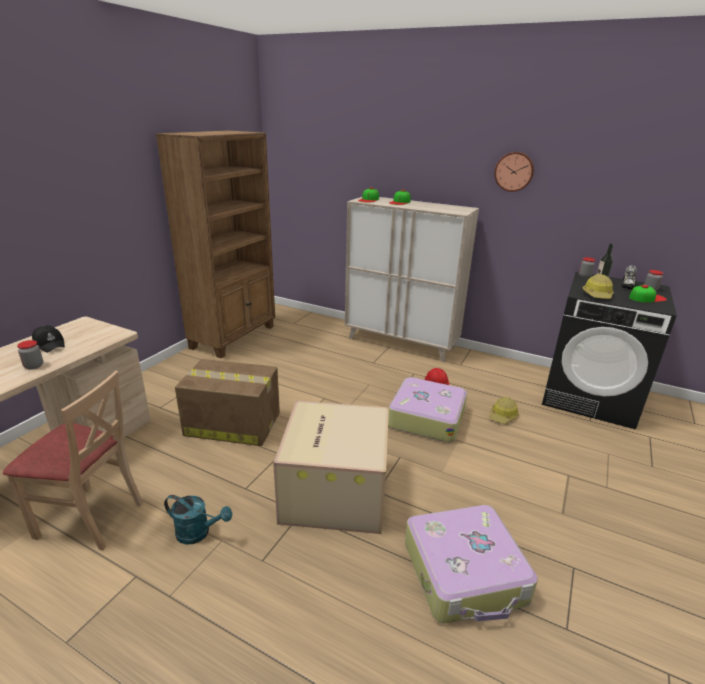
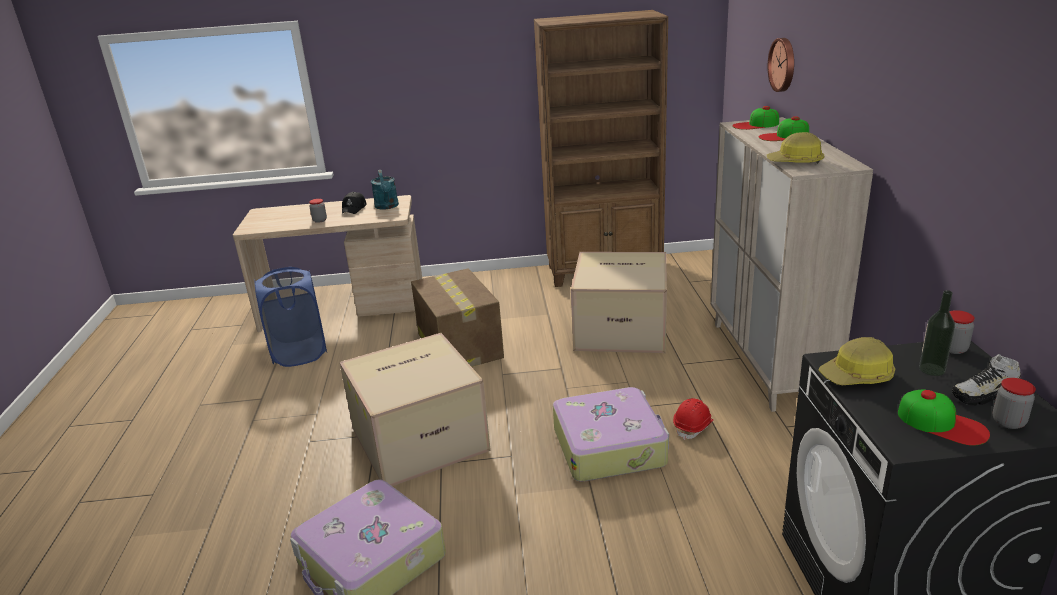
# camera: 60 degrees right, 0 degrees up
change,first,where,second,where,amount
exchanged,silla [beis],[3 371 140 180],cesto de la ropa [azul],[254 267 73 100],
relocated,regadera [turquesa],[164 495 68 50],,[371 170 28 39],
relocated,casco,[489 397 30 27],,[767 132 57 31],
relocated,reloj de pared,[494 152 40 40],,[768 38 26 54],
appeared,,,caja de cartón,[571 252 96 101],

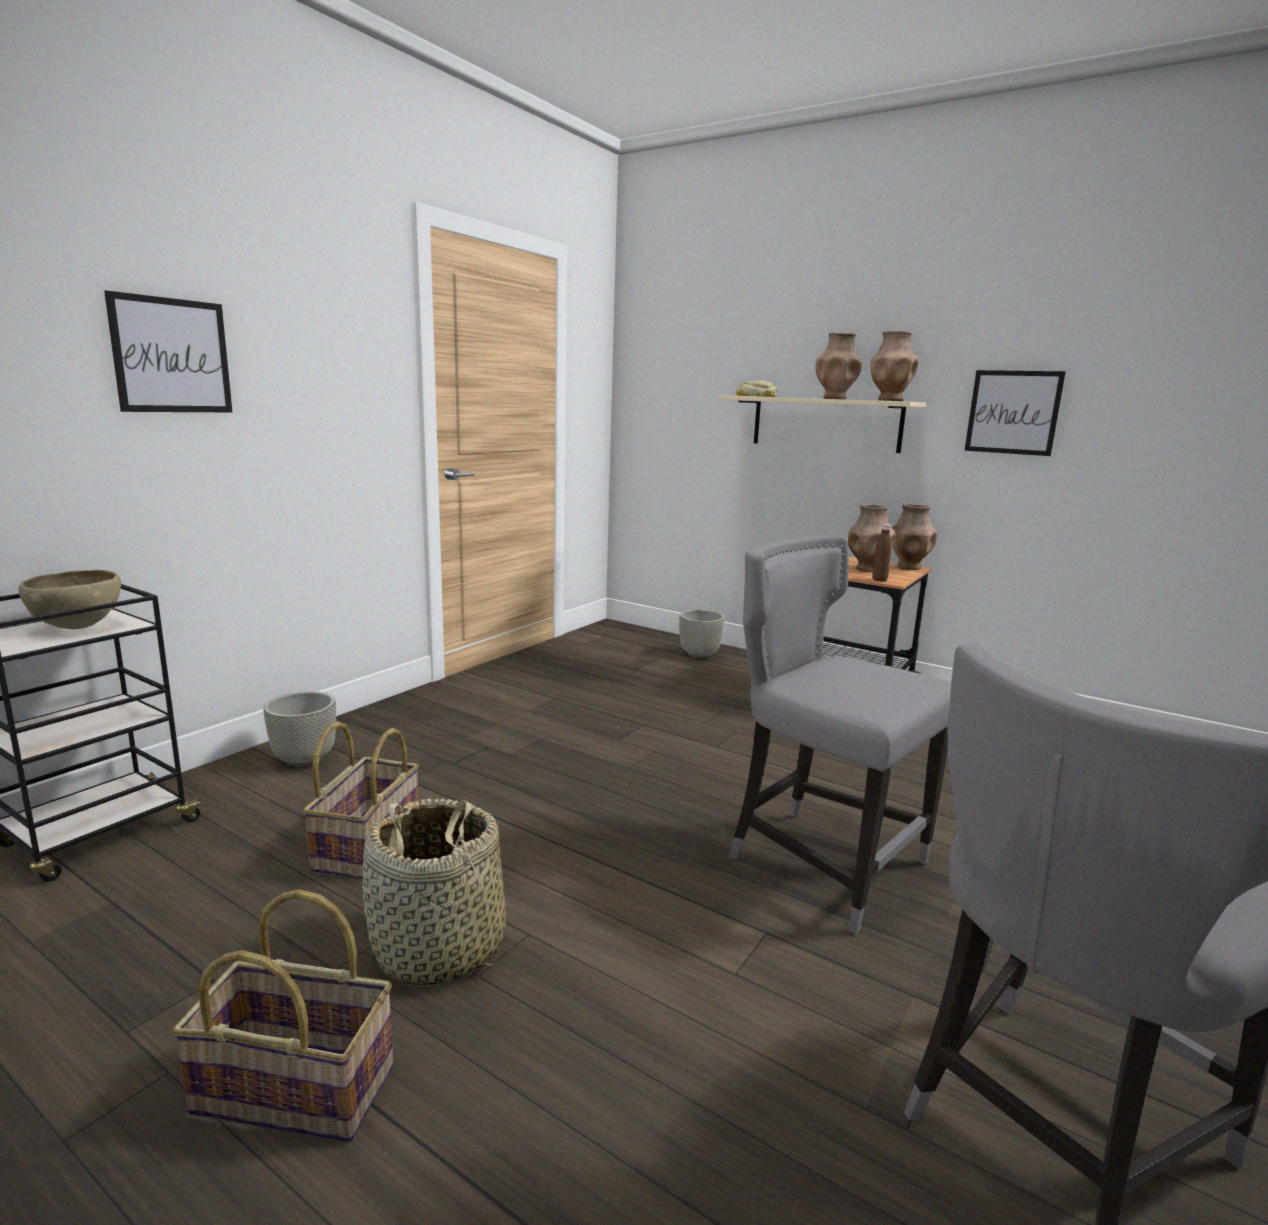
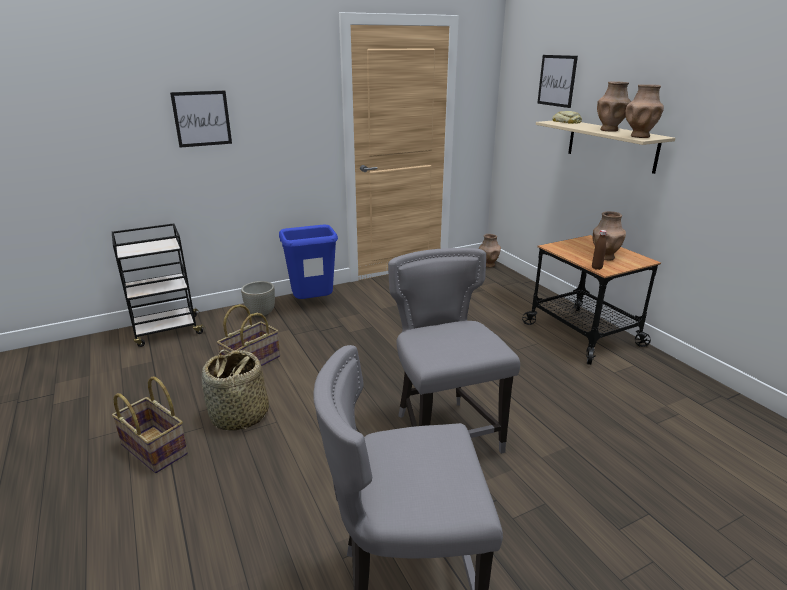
# camera: 30 degrees right, 10 degrees up
change,first,where,second,where,amount
missing,cuenco [marrón],[18 570 103 59],,,
missing,maceta [gris],[679 610 46 49],,,
relocated,florero [marrón],[892 504 45 66],,[479 234 22 33],
relocated,cuadro,[965 370 101 86],,[537 55 41 53],
appeared,,,papelera [azul],[279 225 59 74],

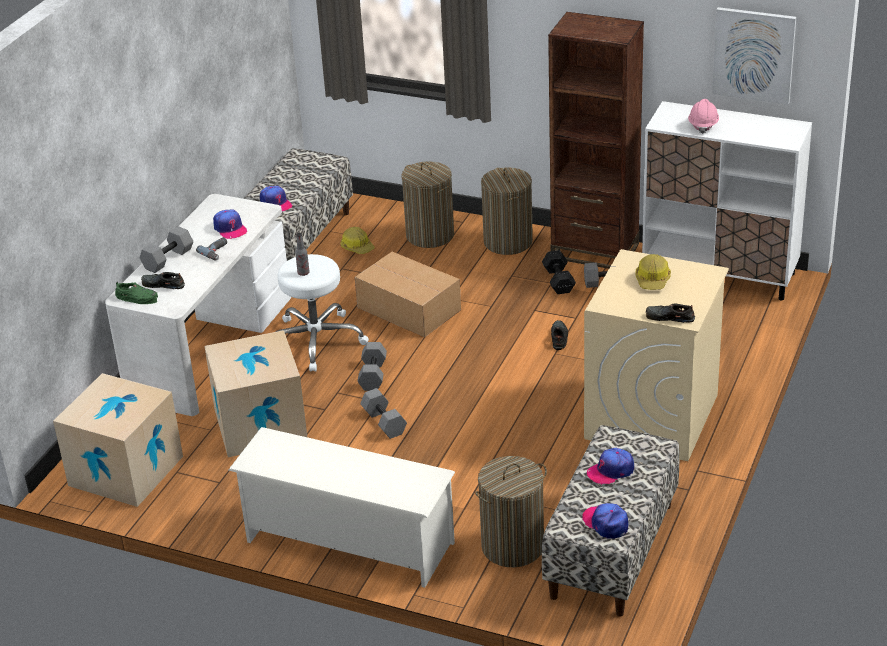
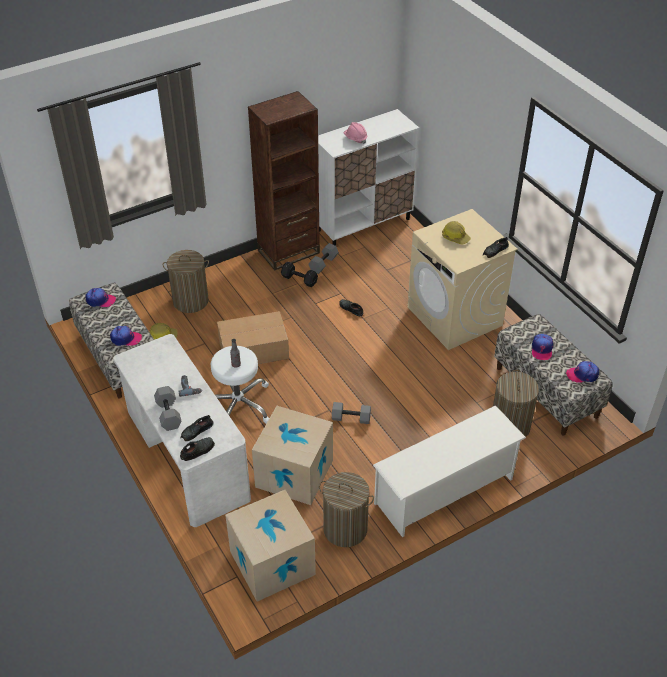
# camera: 55 degrees left, 10 degrees up
change,first,where,second,where,amount
colour,zapato [verde],[115 282 43 22],zapato [negro],[180 437 35 24],
relocated,gorra,[213 209 34 30],,[85 288 31 19],
missing,mancuerna [gris],[358 342 29 49],,,
relocated,cesto de la ropa,[481 168 52 87],,[319 472 55 75],
missing,cuadro,[712 7 84 98],,,

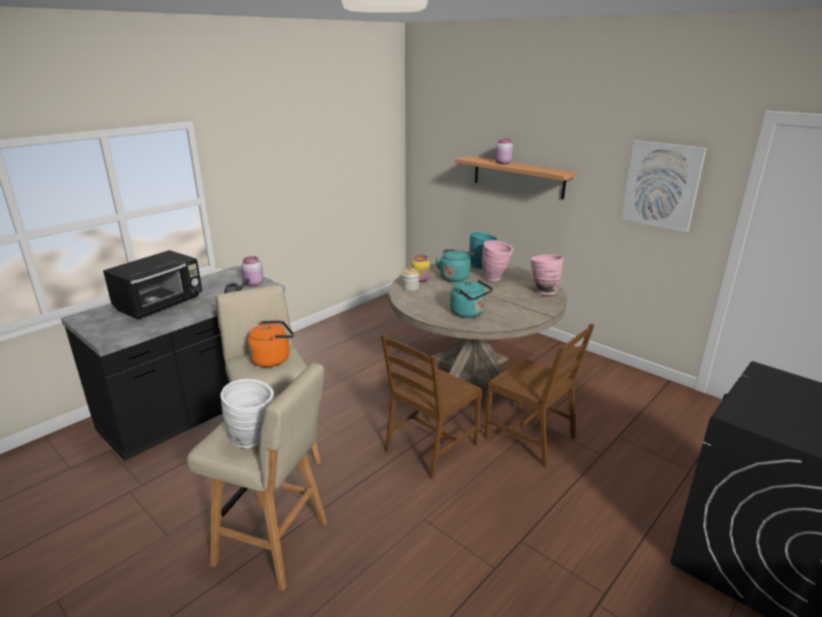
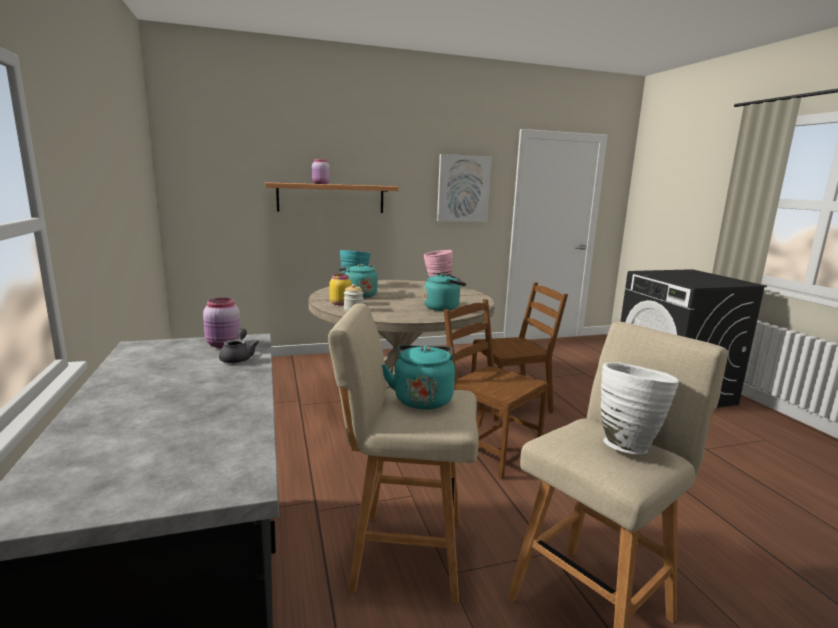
# camera: 60 degrees left, 10 degrees down
change,first,where,second,where,amount
missing,microondas [negro],[103 250 99 70],,,
colour,hervidor [naranja],[247 320 47 47],hervidor [turquesa],[382 345 73 65],
spun,silla [marrón],[381 334 101 145],,[444 299 104 180],150 degrees clockwise
missing,florero [rosa],[482 240 31 41],,,

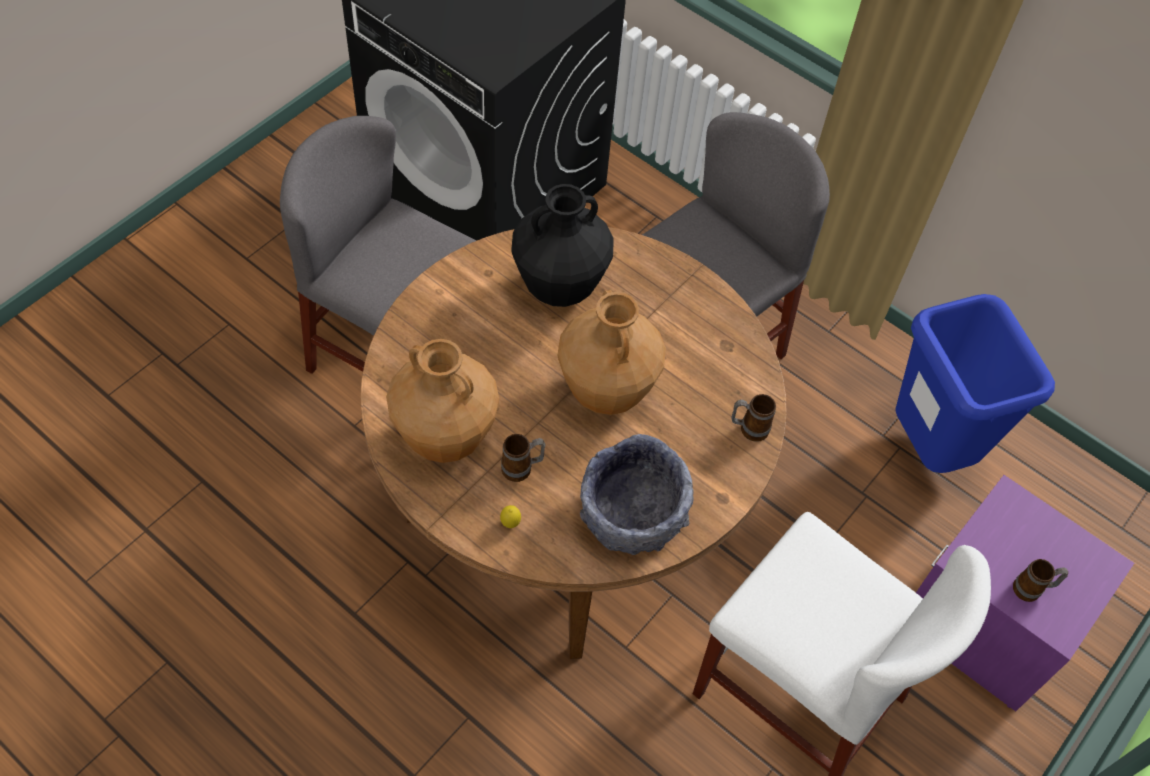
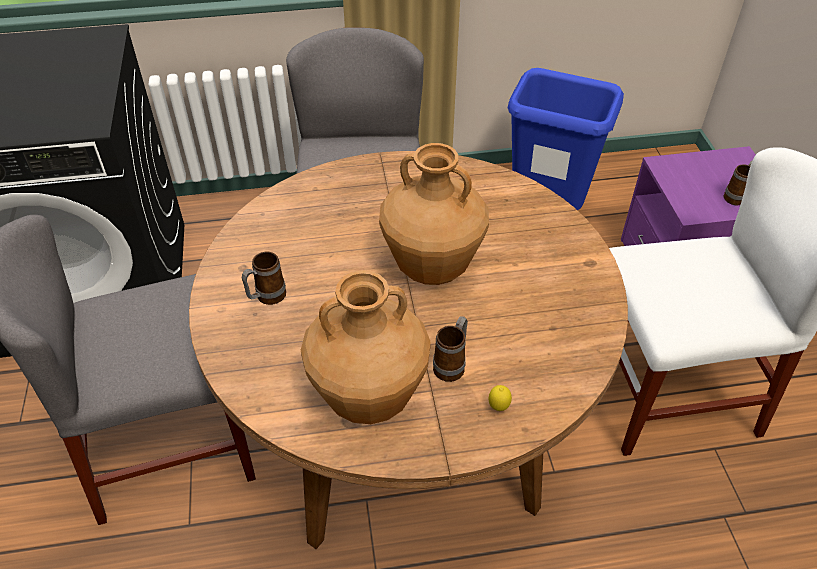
# camera: 45 degrees left, 10 degrees down
change,first,where,second,where,amount
missing,florero [negro],[512 184 102 123],,,
missing,cuenco [gris],[580 434 114 121],,,
relocated,taza grande,[731 394 45 48],,[242 252 44 53],

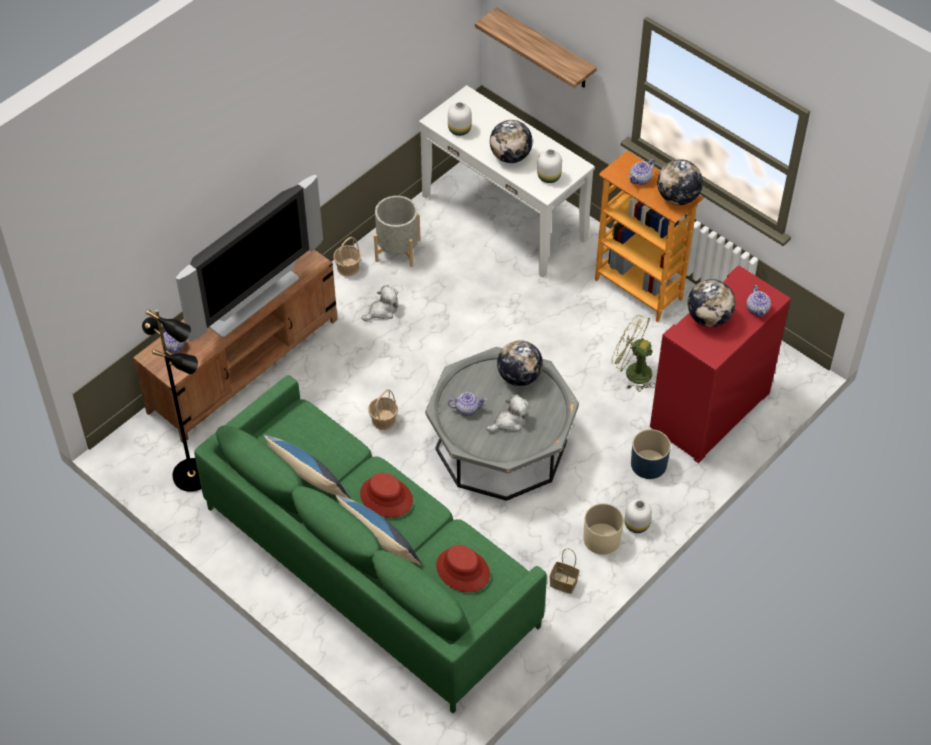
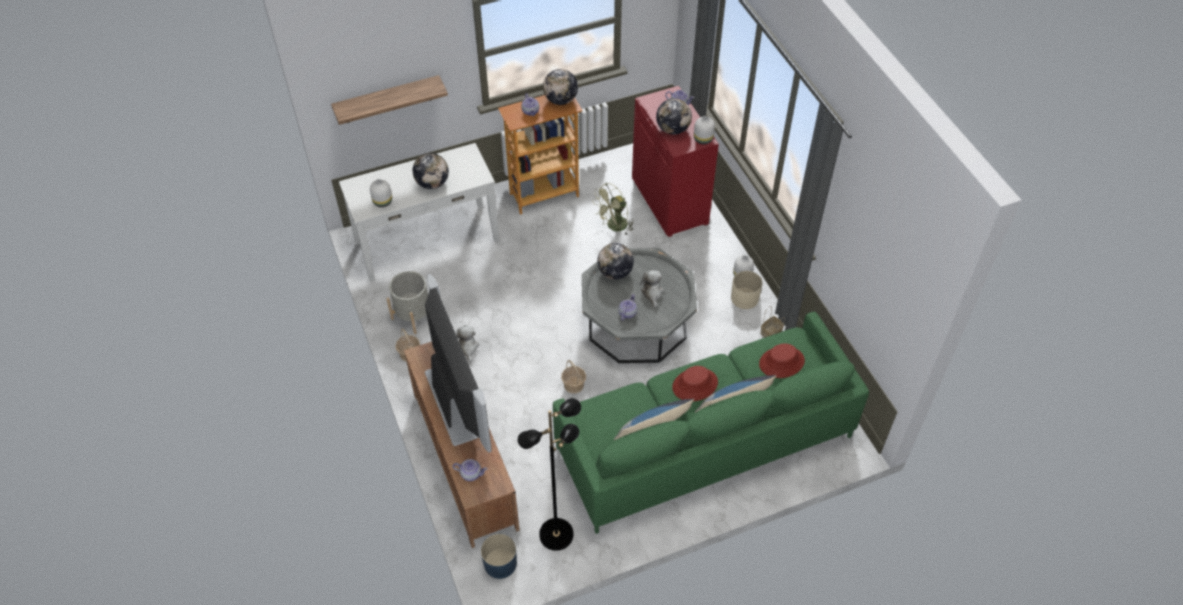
# camera: 65 degrees left, 0 degrees up
change,first,where,second,where,amount
relocated,florero [blanco],[537 149 25 34],,[694 116 21 28],
relocated,maceta [azul],[631 429 40 50],,[481 534 36 45],

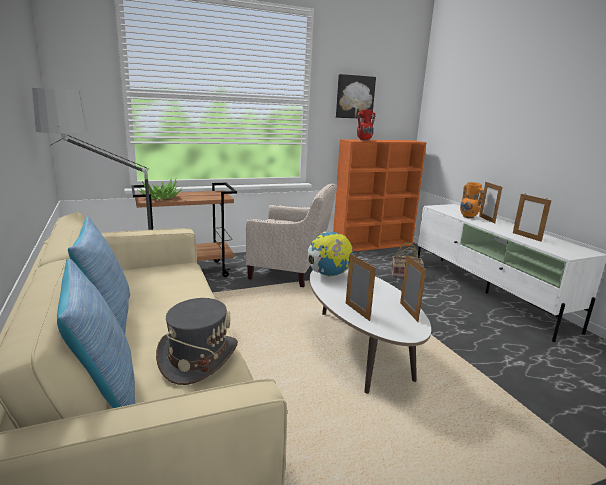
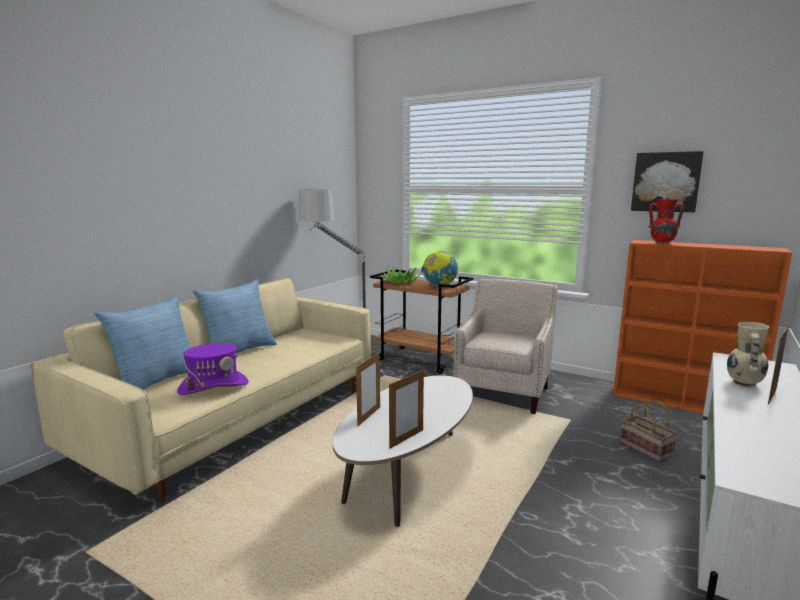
# camera: 55 degrees right, 5 degrees down
change,first,where,second,where,amount
colour,sombrero [gris],[156 298 82 87],sombrero [morado],[177 343 72 52],
spun,sillón [beis],[246 183 91 104],,[453 279 105 135],135 degrees counterclockwise
relocated,globo terráqueo,[307 232 46 45],,[421 251 37 36],
colour,florero [naranja],[460 182 24 37],florero [beis],[727 322 42 65],
missing,portarretratos,[513 194 38 48],,,

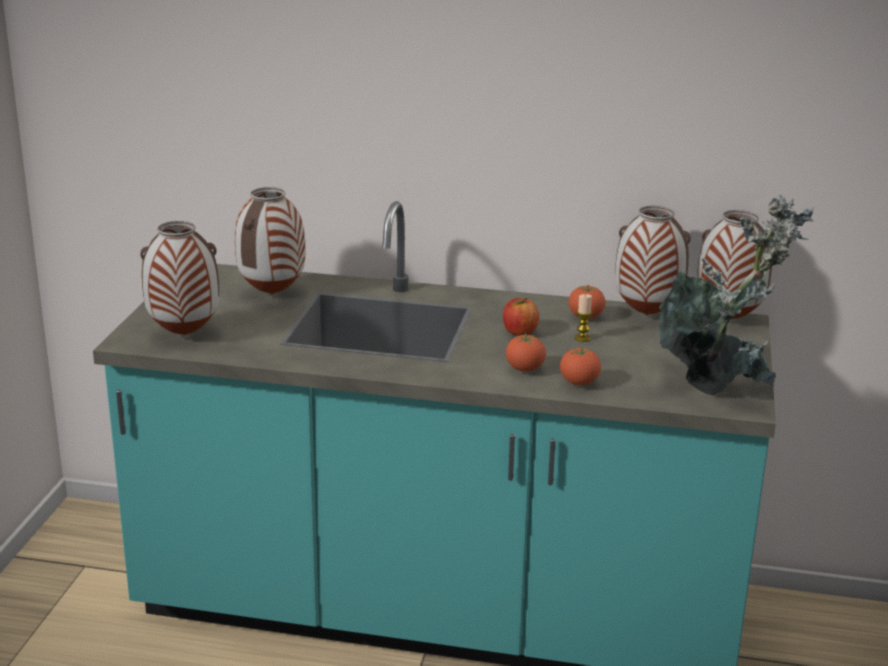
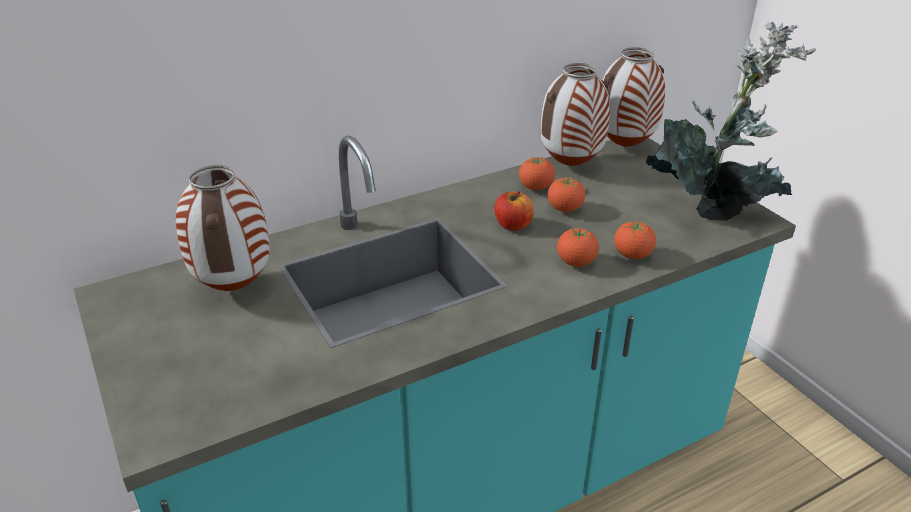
# camera: 40 degrees left, 10 degrees up
change,first,where,second,where,amount
missing,florero,[140 221 79 114],,,
exchanged,vela,[575 294 17 48],tomate,[548 176 37 36],

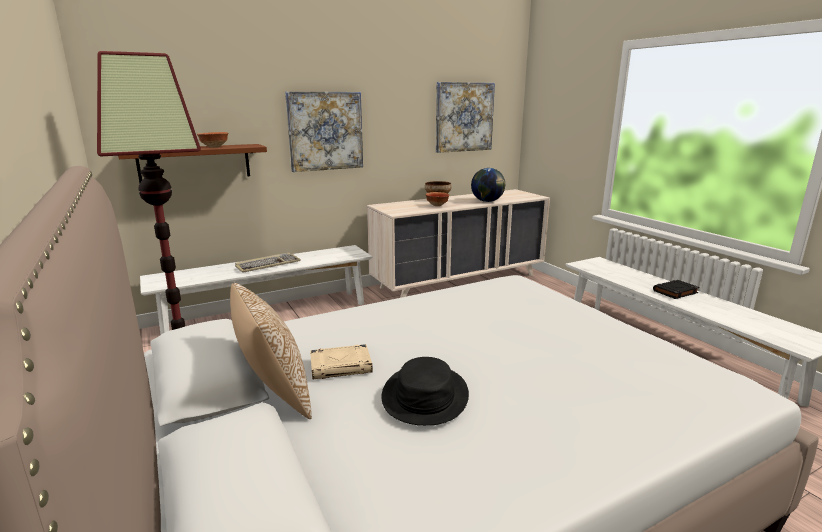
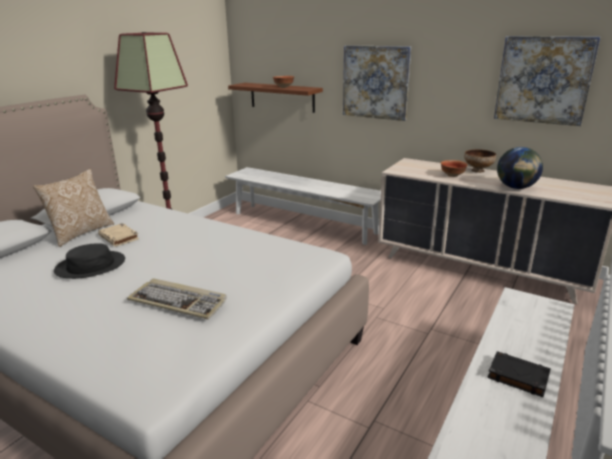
# camera: 60 degrees right, 5 degrees up
change,first,where,second,where,amount
relocated,teclado,[235 253 66 20],,[127 278 100 42],

